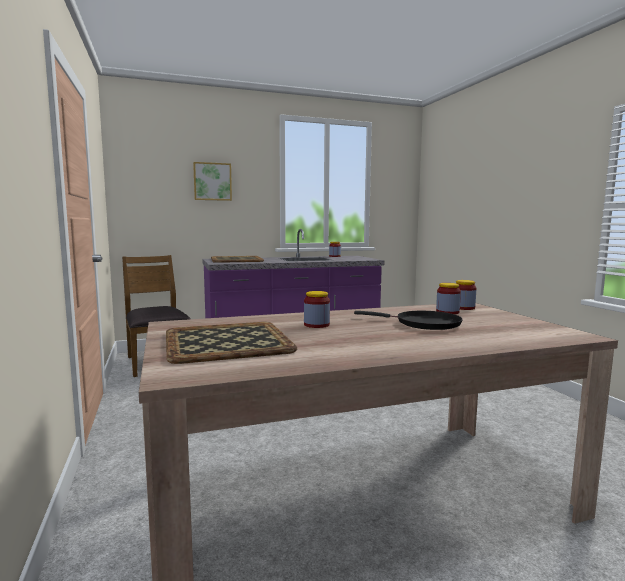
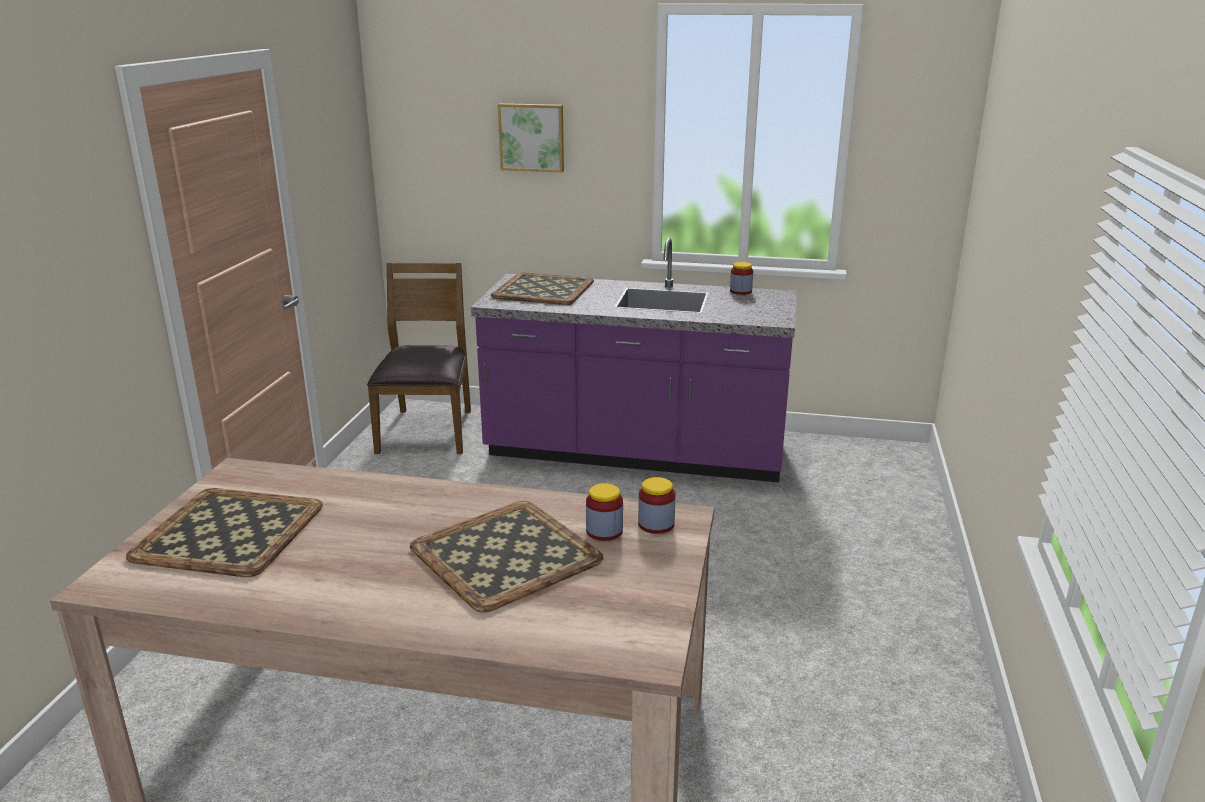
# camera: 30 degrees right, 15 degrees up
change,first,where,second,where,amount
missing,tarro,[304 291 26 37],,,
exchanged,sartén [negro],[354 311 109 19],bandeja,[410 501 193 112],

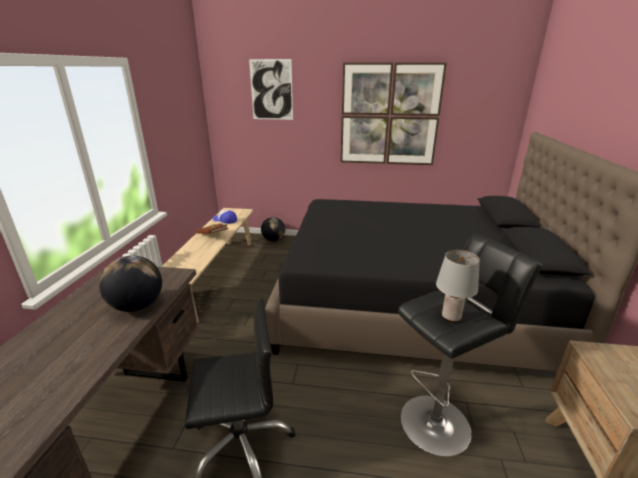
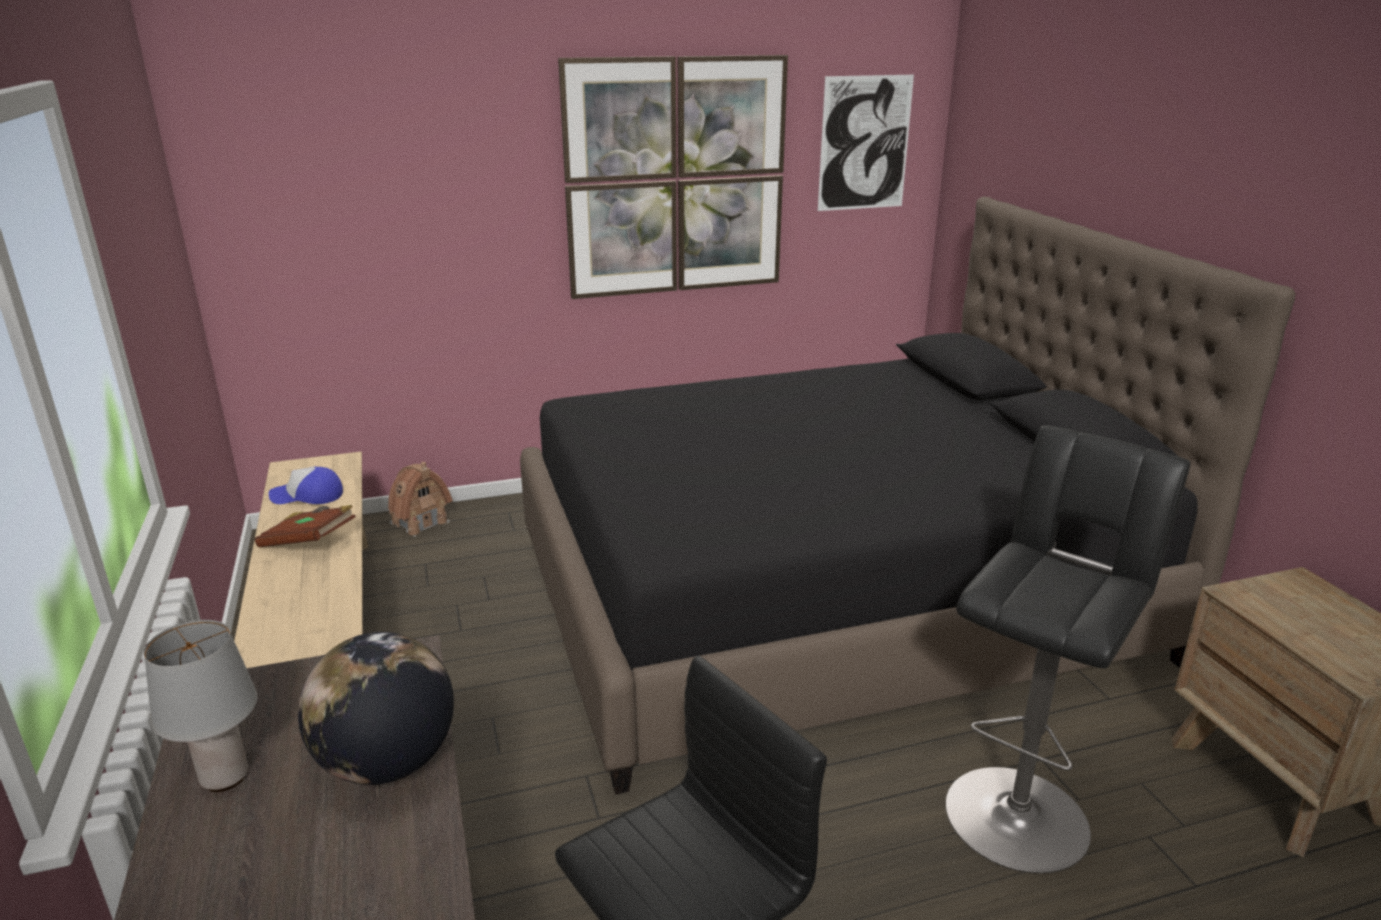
# camera: 25 degrees left, 0 degrees up
change,first,where,second,where,amount
relocated,cuadro,[249 59 44 61],,[818 75 96 136],
exchanged,globo terráqueo,[261 217 24 24],casita,[388 462 65 75],
relocated,lámpara de mesa [gris],[436 250 44 72],,[144 620 113 172],

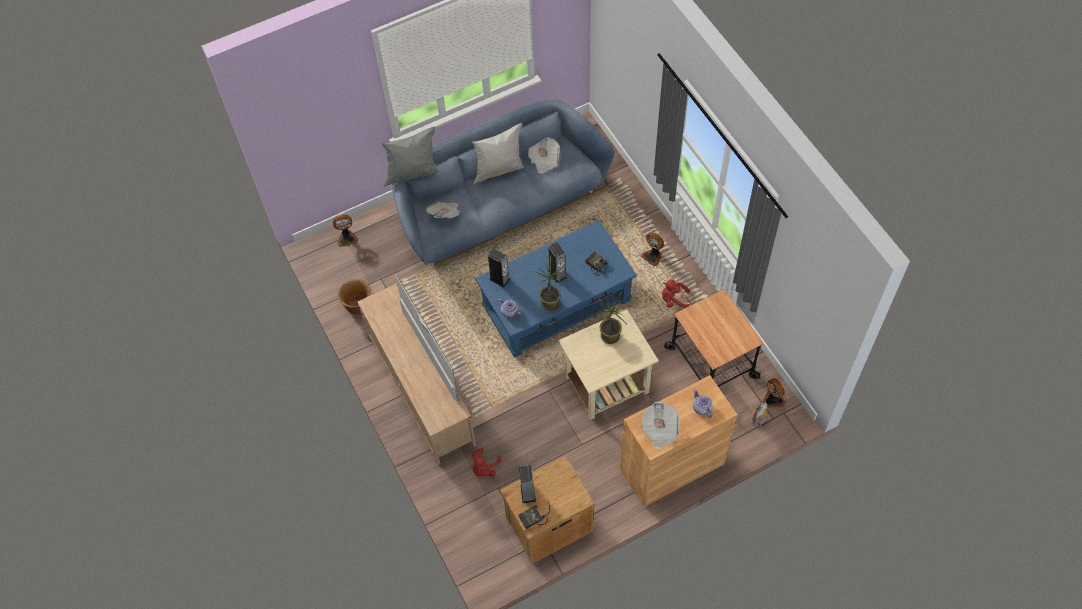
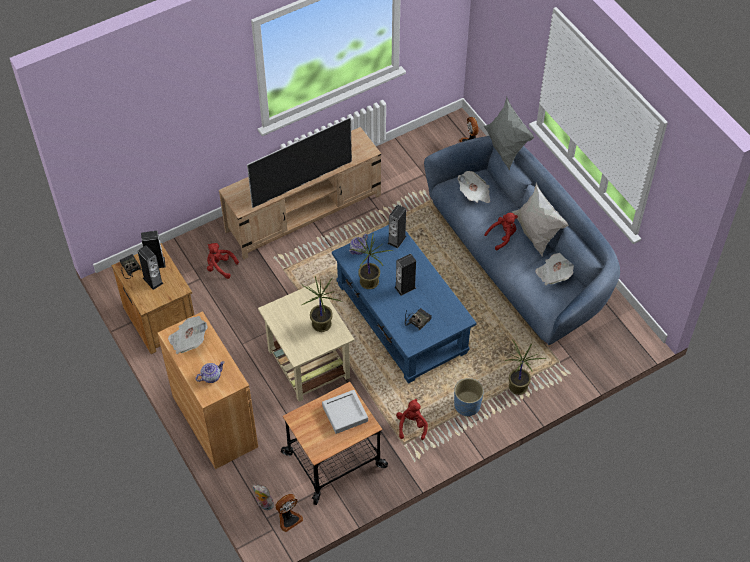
# camera: 85 degrees right, 5 degrees down
change,first,where,second,where,amount
missing,maceta [marrón],[338 279 33 36],,,
exchanged,ventilador,[641 232 23 34],maceta [azul],[454 378 30 39],
appeared,,,altavoz,[138 245 26 45],
appeared,,,bandeja [gris],[322 390 46 44],
appeared,,,peluche [rojo],[484 213 34 37],
appeared,,,planta en maceta,[504 340 43 55],

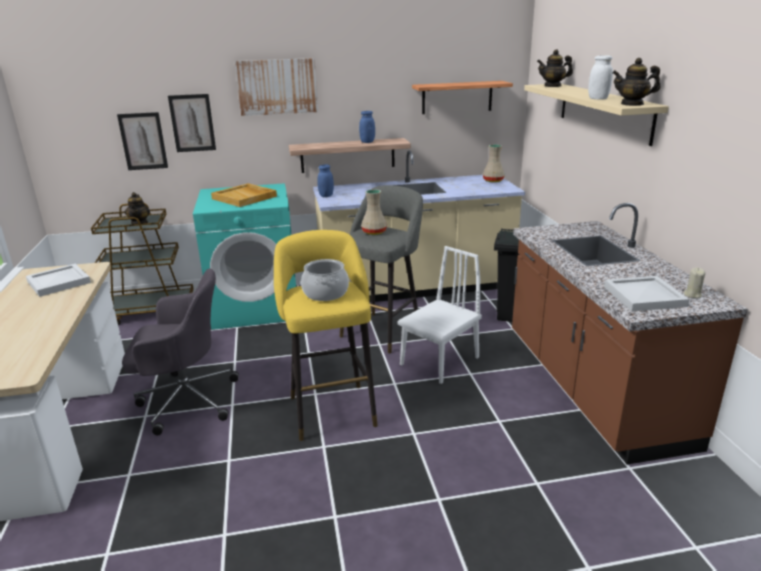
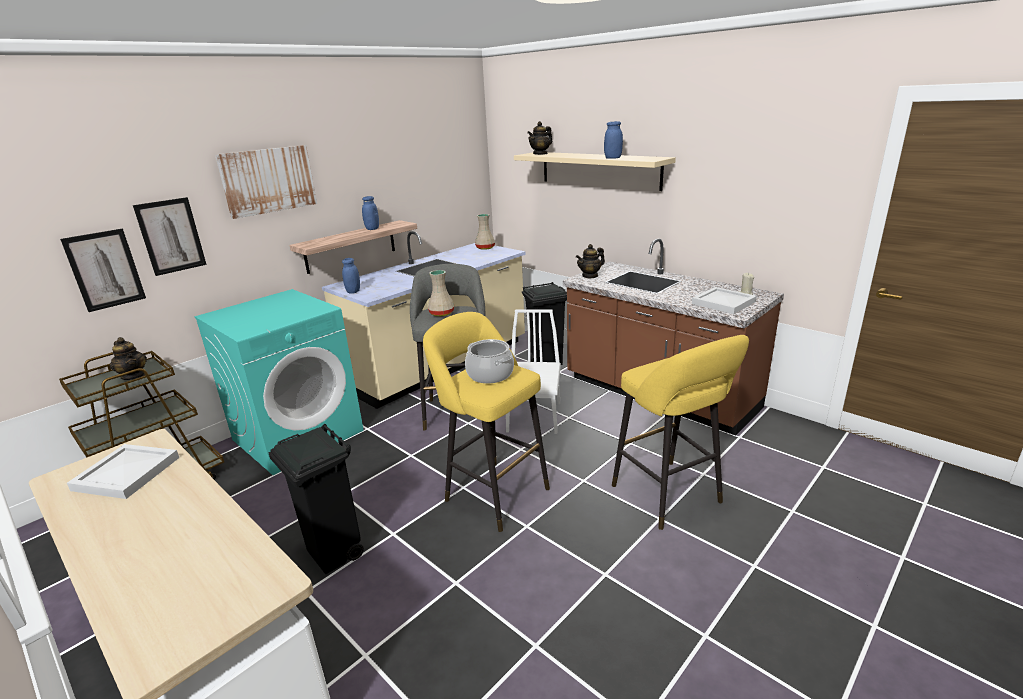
# camera: 35 degrees left, 0 degrees up
change,first,where,second,where,amount
exchanged,silla de oficina [gris],[122 269 117 166],papelera [negro],[269 424 95 150],
missing,bandeja [beis],[211 183 66 24],,,
missing,estante,[412 81 101 33],,,
colour,tarro [blanco],[588 55 25 45],tarro [azul],[604 121 19 38],
relocated,tetera,[613 58 47 48],,[576 244 29 35],
appeared,,,taburete [amarillo],[612 335 137 195],

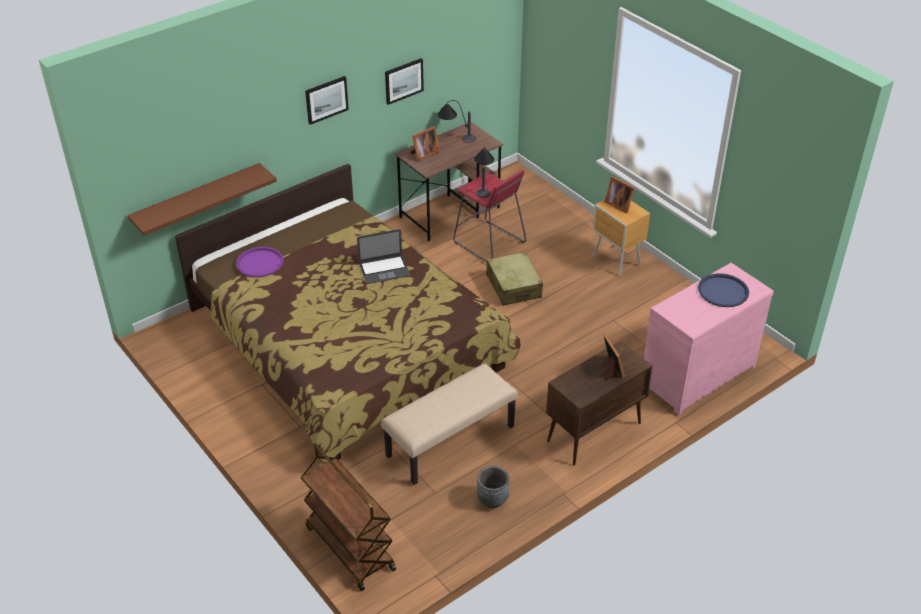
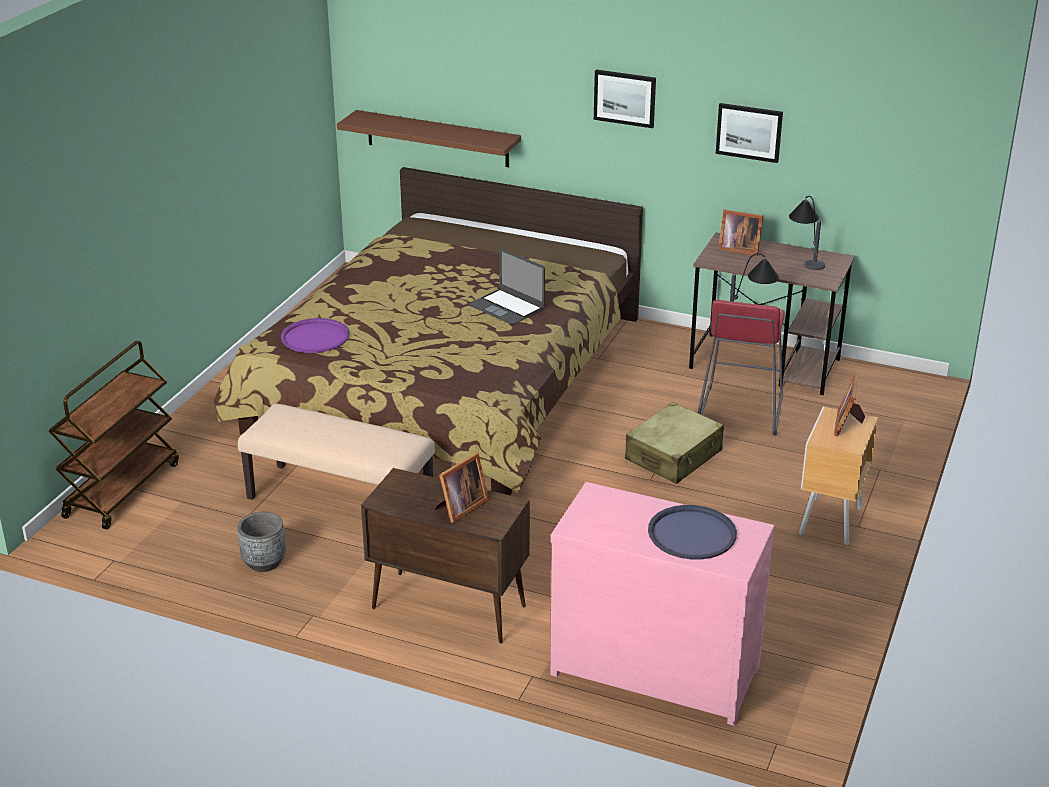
# camera: 60 degrees right, 10 degrees down
change,first,where,second,where,amount
relocated,bandeja [morado],[236 247 48 30],,[281 318 68 35],

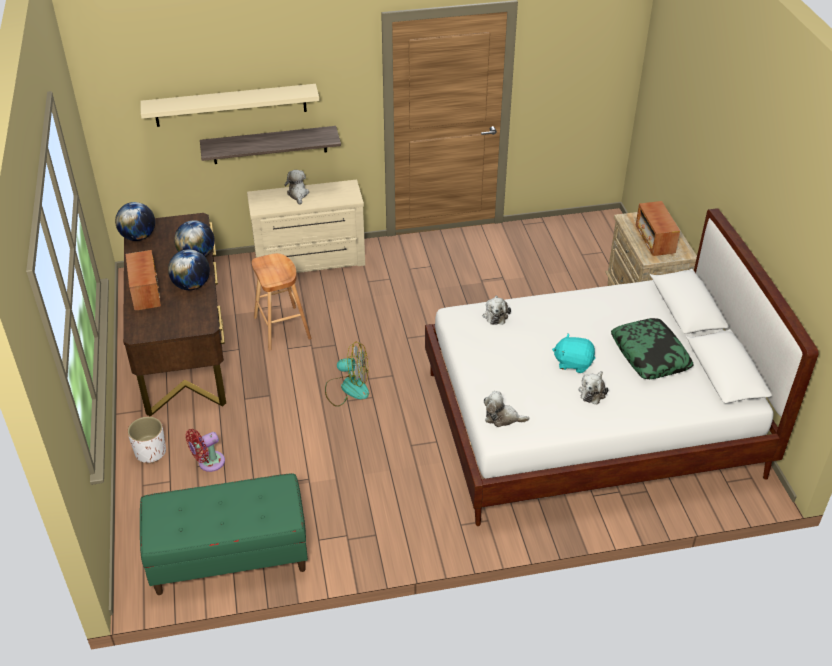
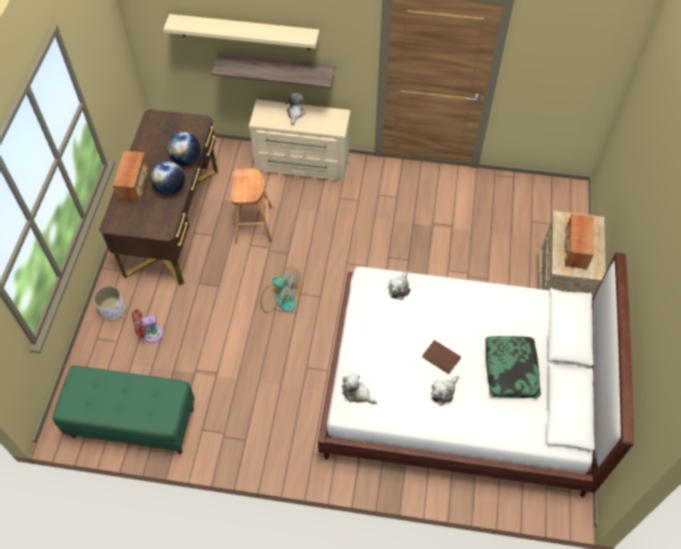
# camera: 20 degrees right, 15 degrees up
change,first,where,second,where,amount
missing,globo terráqueo,[115 202 40 39],,,
exchanged,peluche [turquesa],[552 334 43 39],libro [marrón],[423 340 38 34],

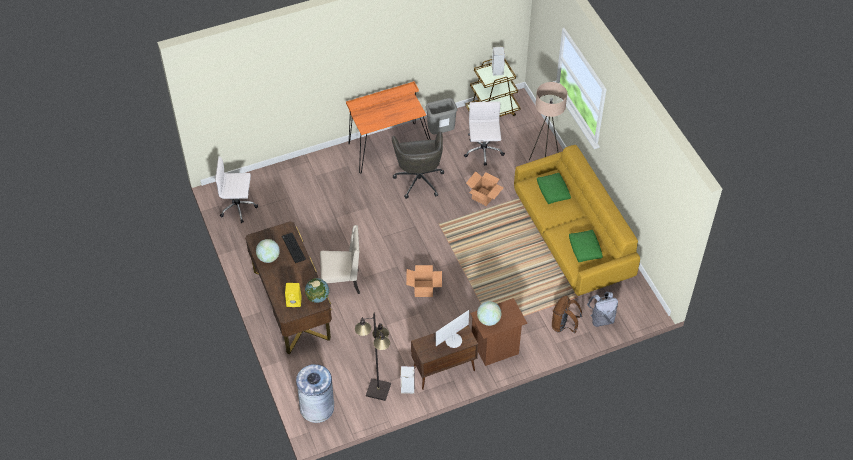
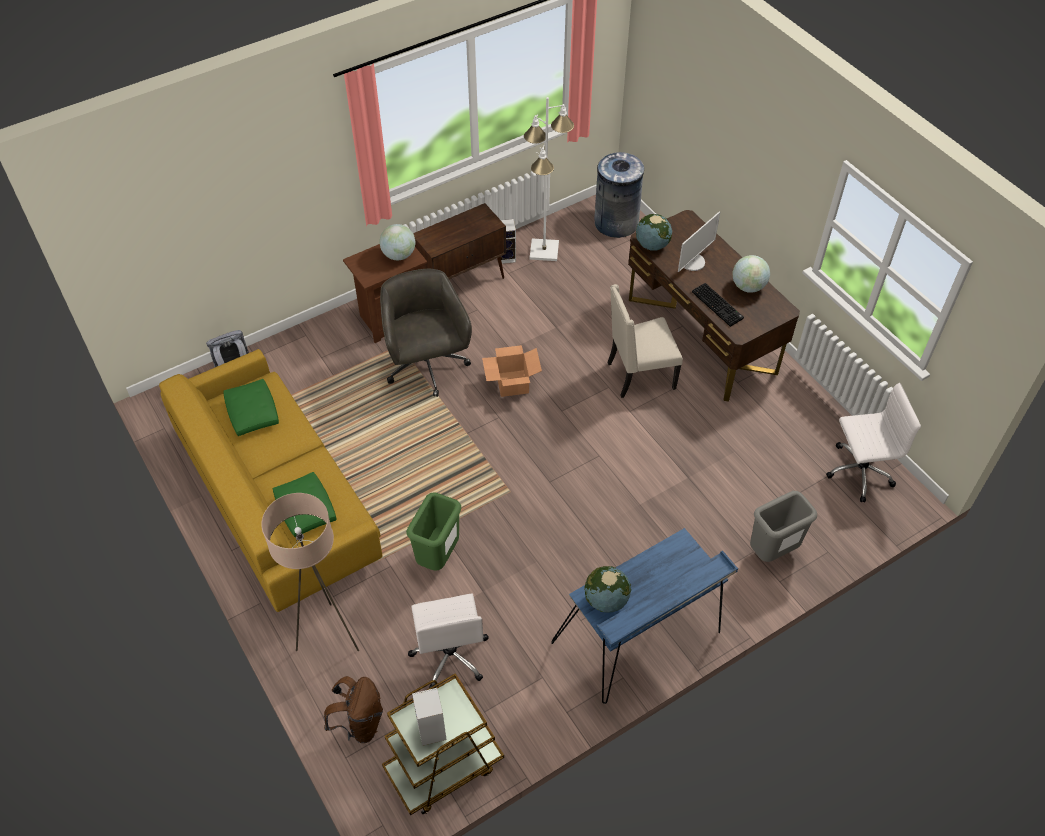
# camera: 170 degrees right, 0 degrees up
change,first,where,second,where,amount
missing,altavoz [amarillo],[285 283 17 24],,,
colour,escritorio [naranja],[346 81 85 93],escritorio [azul],[551 528 187 176],
colour,lámpara de pie [negro],[355 312 36 89],lámpara de pie [blanco],[524 97 50 164],
relocated,silla de oficina [gris],[392 131 52 68],,[380 269 92 128],
relocated,papelera [gris],[425 98 33 36],,[750 491 67 71],
relocated,monitor,[436 310 33 38],,[678 212 42 60],
exchanged,caja de cartón,[466 172 38 34],papelera [verde],[406 492 55 79],
relocated,mochila [marrón],[552 296 31 37],,[324 676 59 67],
appeared,,,globo terráqueo,[584 566 47 47],

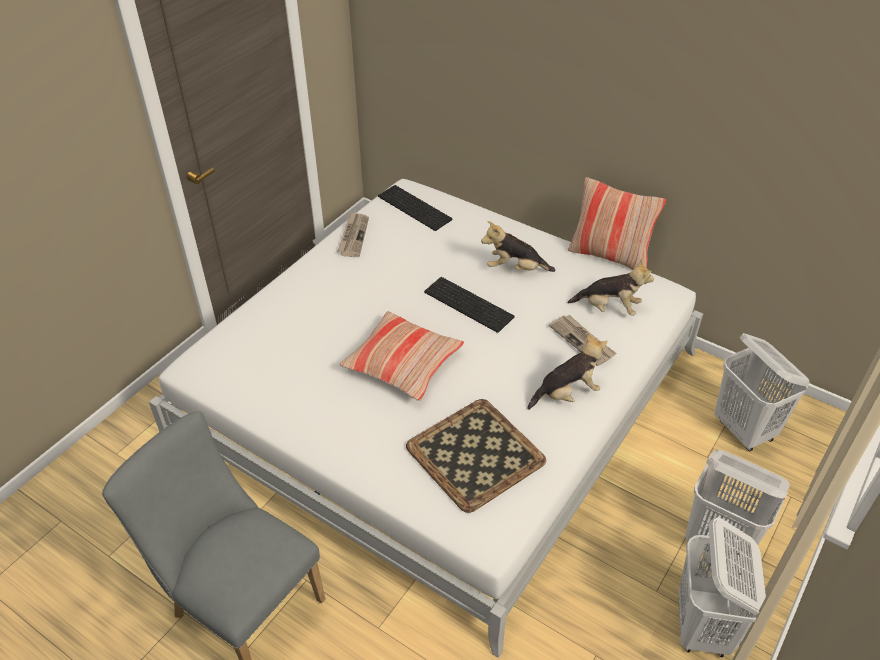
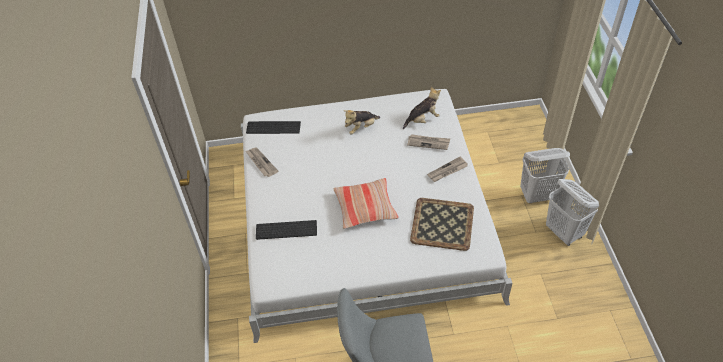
# camera: 40 degrees left, 5 degrees up
change,first,where,second,where,amount
relocated,teclado,[424 277 90 56],,[256 220 61 20],
exchanged,peluche,[527 332 81 78],periódico,[427 157 41 25],
missing,cojín,[568 177 98 93],,,
missing,cesto de la ropa [blanco],[714 333 96 118],,,

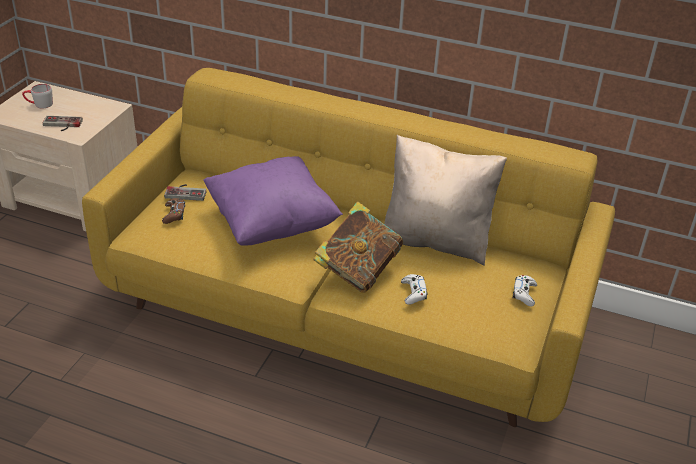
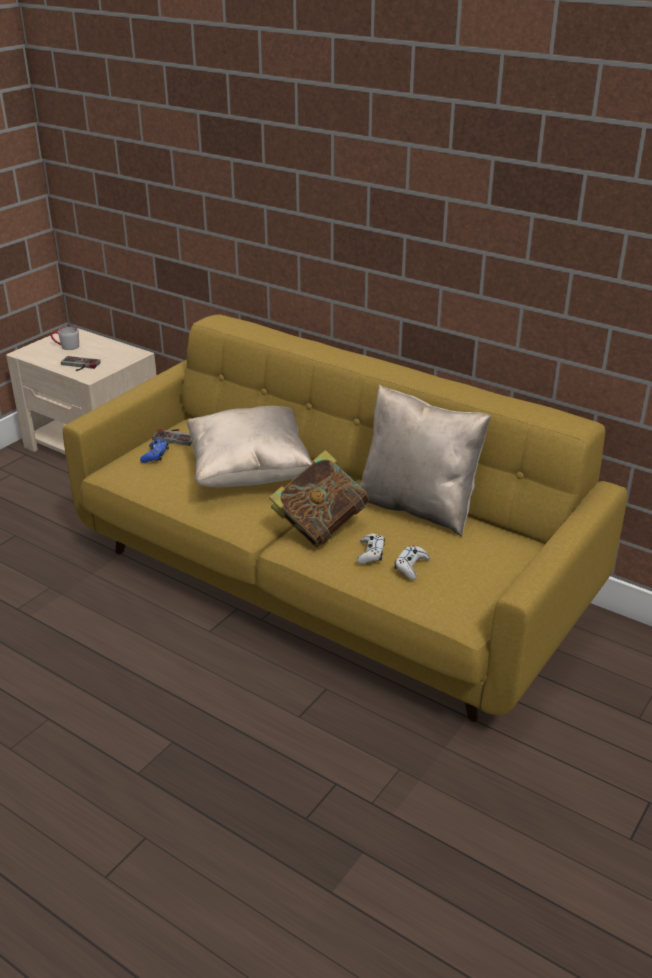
# camera: 15 degrees right, 5 degrees down
change,first,where,second,where,amount
colour,mando de consola [marrón],[162 198 23 26],mando de consola [azul],[140 439 29 24],
colour,cojín [morado],[203 156 140 90],cojín [beis],[186 406 127 81],
relocated,mando de consola [blanco],[513 275 24 32],,[394 545 36 35],

